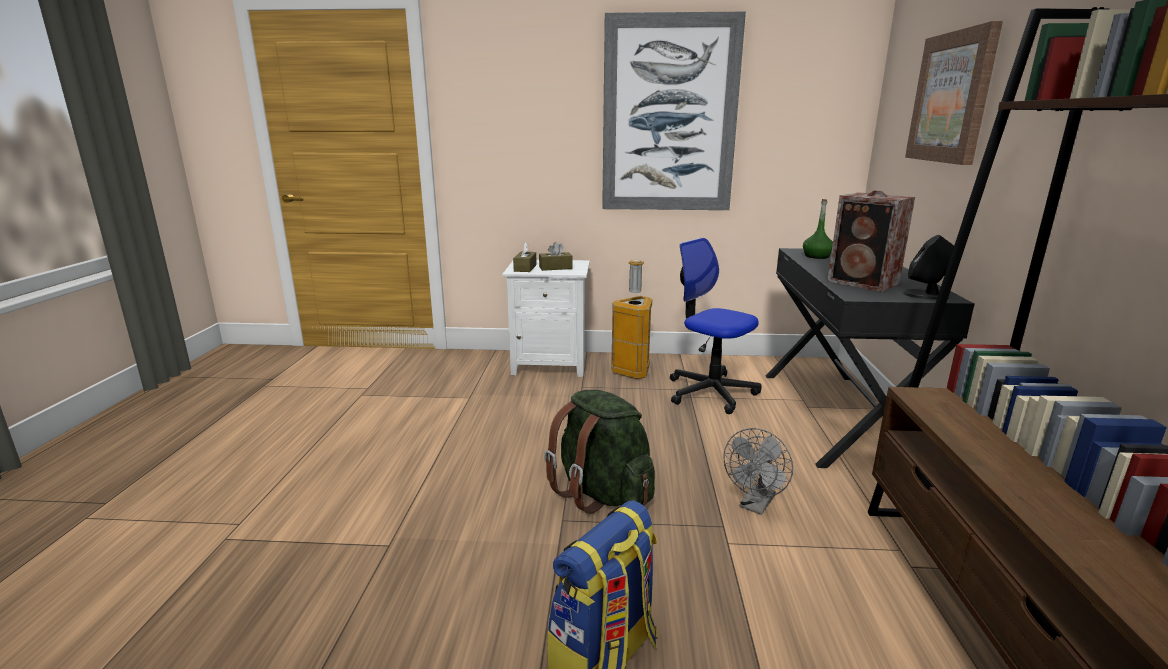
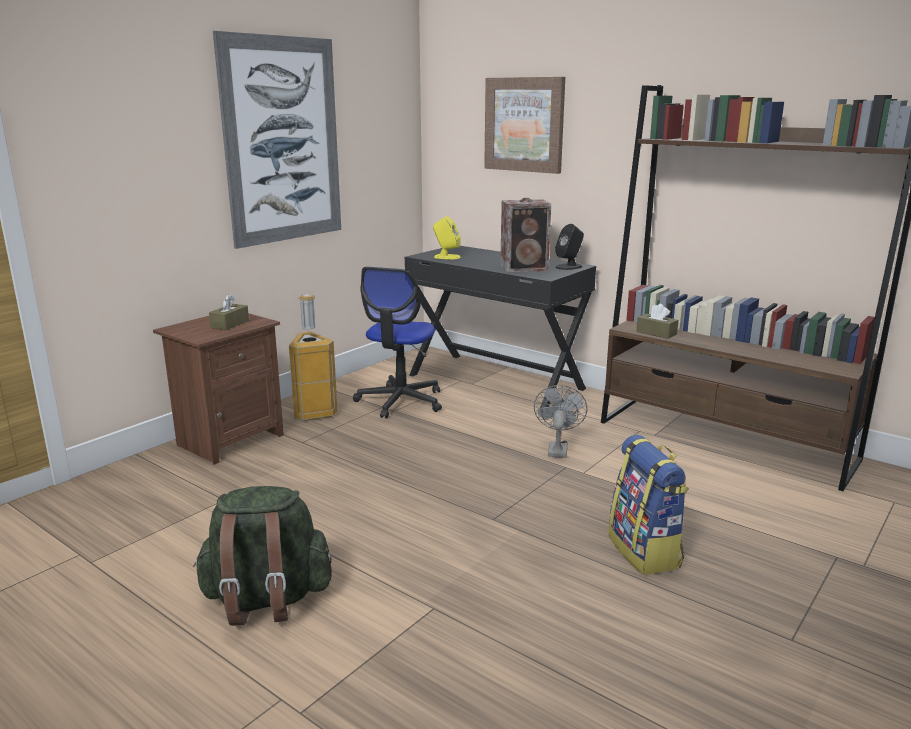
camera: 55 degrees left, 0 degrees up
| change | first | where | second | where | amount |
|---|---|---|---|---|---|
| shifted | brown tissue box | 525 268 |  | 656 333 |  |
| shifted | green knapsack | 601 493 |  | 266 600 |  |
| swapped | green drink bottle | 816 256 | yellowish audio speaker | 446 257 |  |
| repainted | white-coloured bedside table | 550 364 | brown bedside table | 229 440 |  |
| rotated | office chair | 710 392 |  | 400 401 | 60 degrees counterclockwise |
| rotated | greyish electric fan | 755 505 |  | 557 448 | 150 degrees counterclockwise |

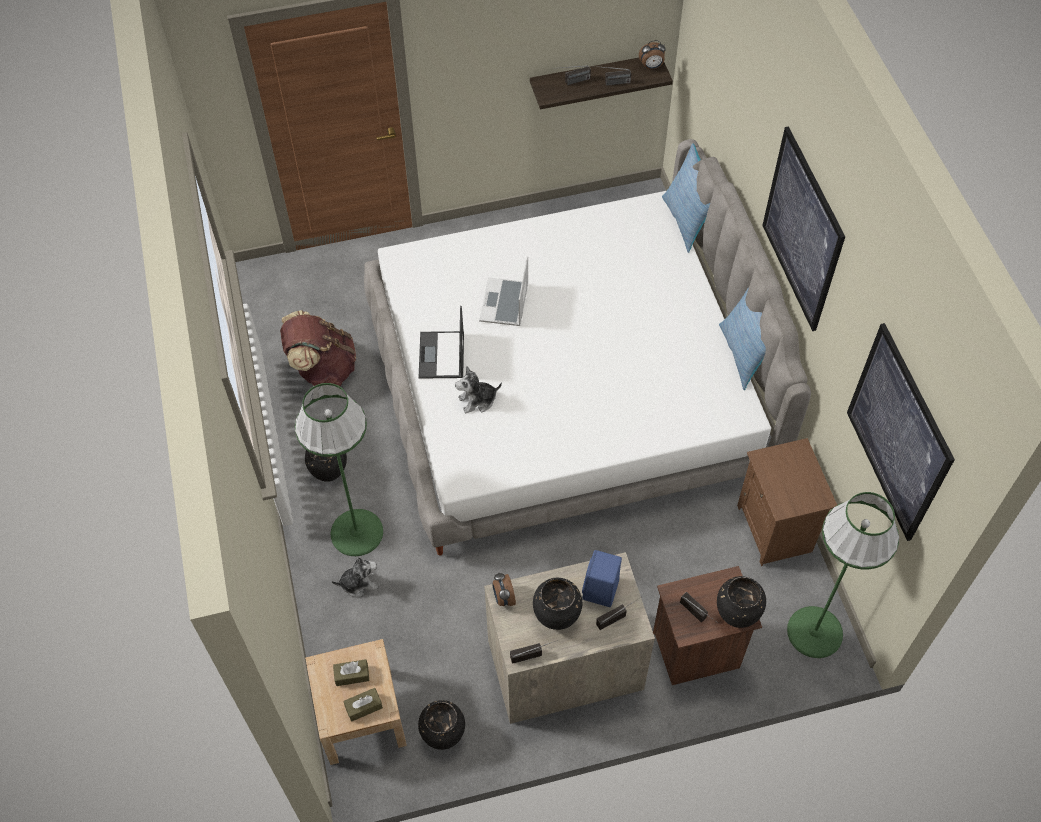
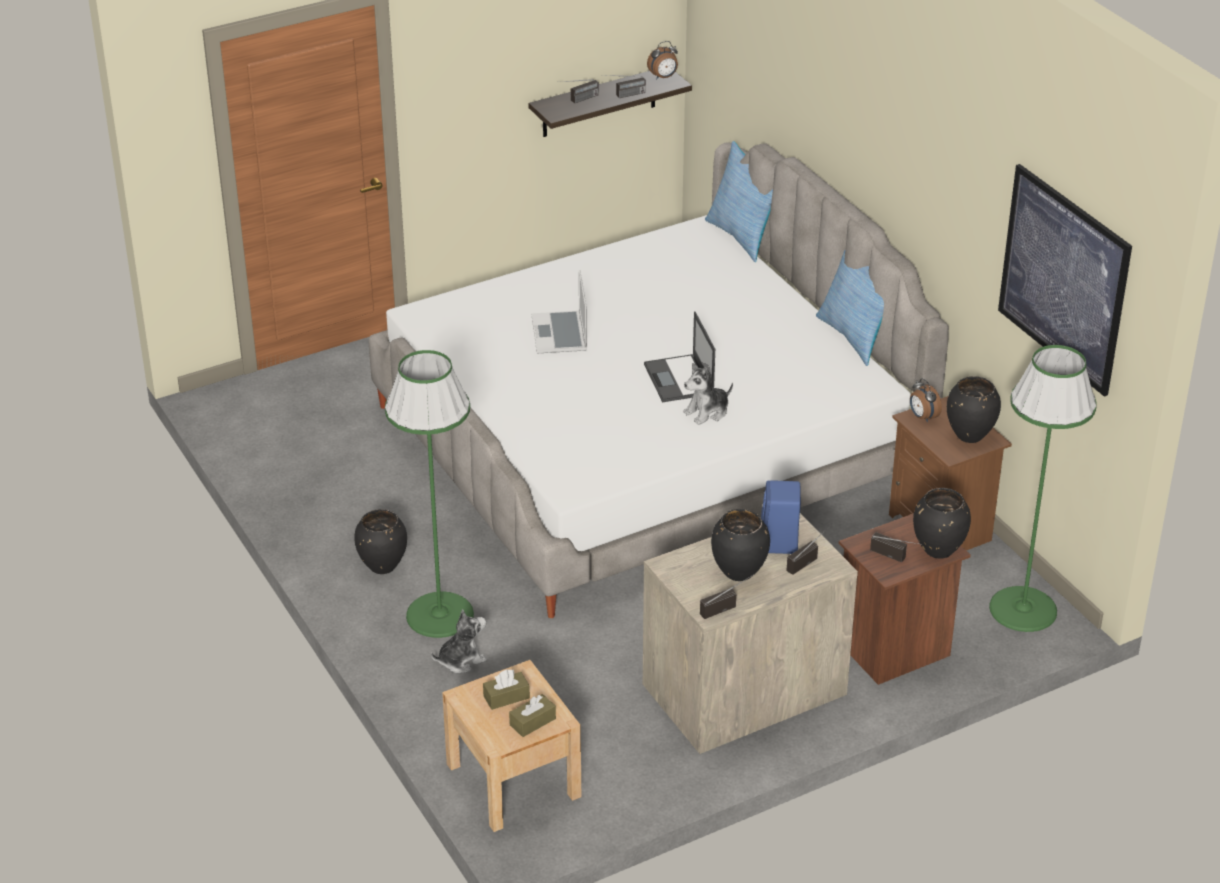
camera: 15 degrees left, 20 degrees down
| change | first | where | second | where | amount |
|---|---|---|---|---|---|
| gone | brown knapsack | 323 369 |  |  |  |
| gone | wall picture | 802 230 |  |  |  |
| shifted | notebook computer | 442 356 |  | 679 379 |  |
| shifted | blackish vase | 442 735 |  | 969 435 |  |
| shifted | plush toy | 478 400 |  | 707 412 |  |
| shifted | bedside clock | 503 598 |  | 922 417 |  |

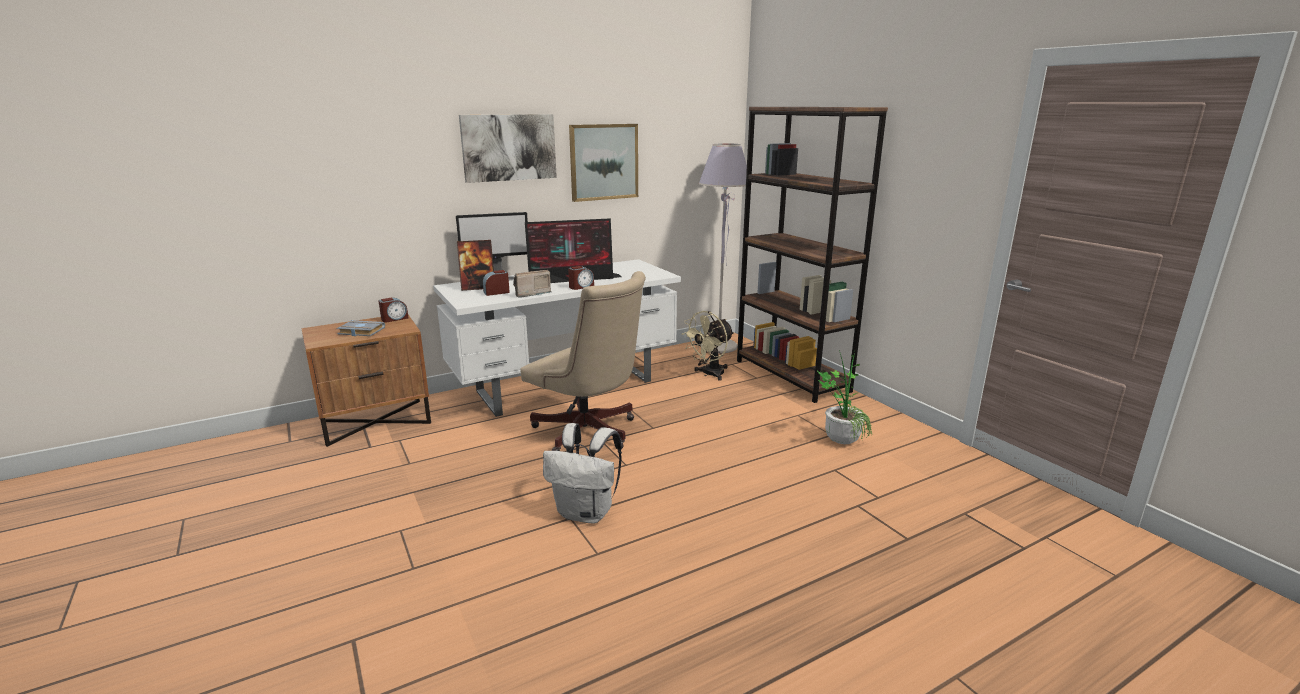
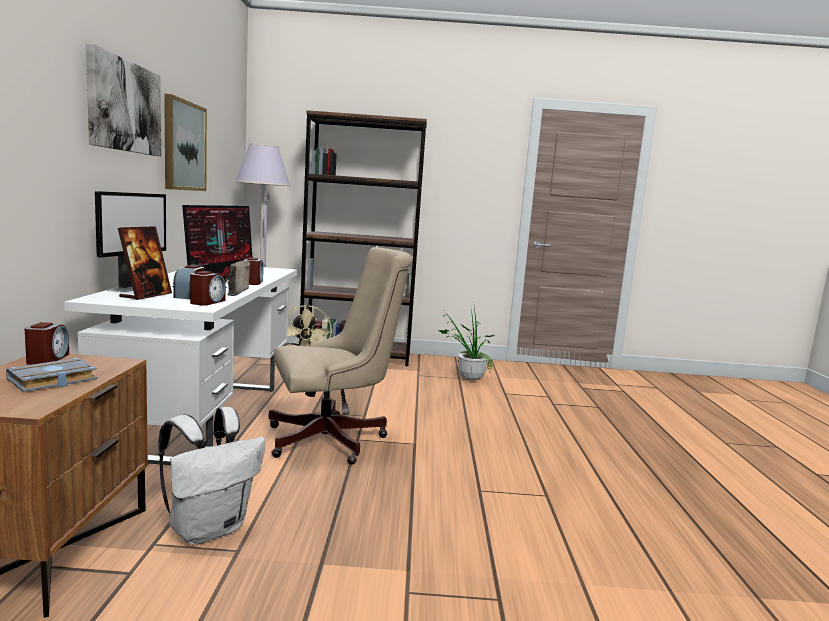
camera: 60 degrees left, 10 degrees down
| change | first | where | second | where | amount |
|---|---|---|---|---|---|
| new |  |  | bedside clock | 207 302 |  |
| shifted | white-coloured knapsack | 586 513 |  | 209 528 |  |

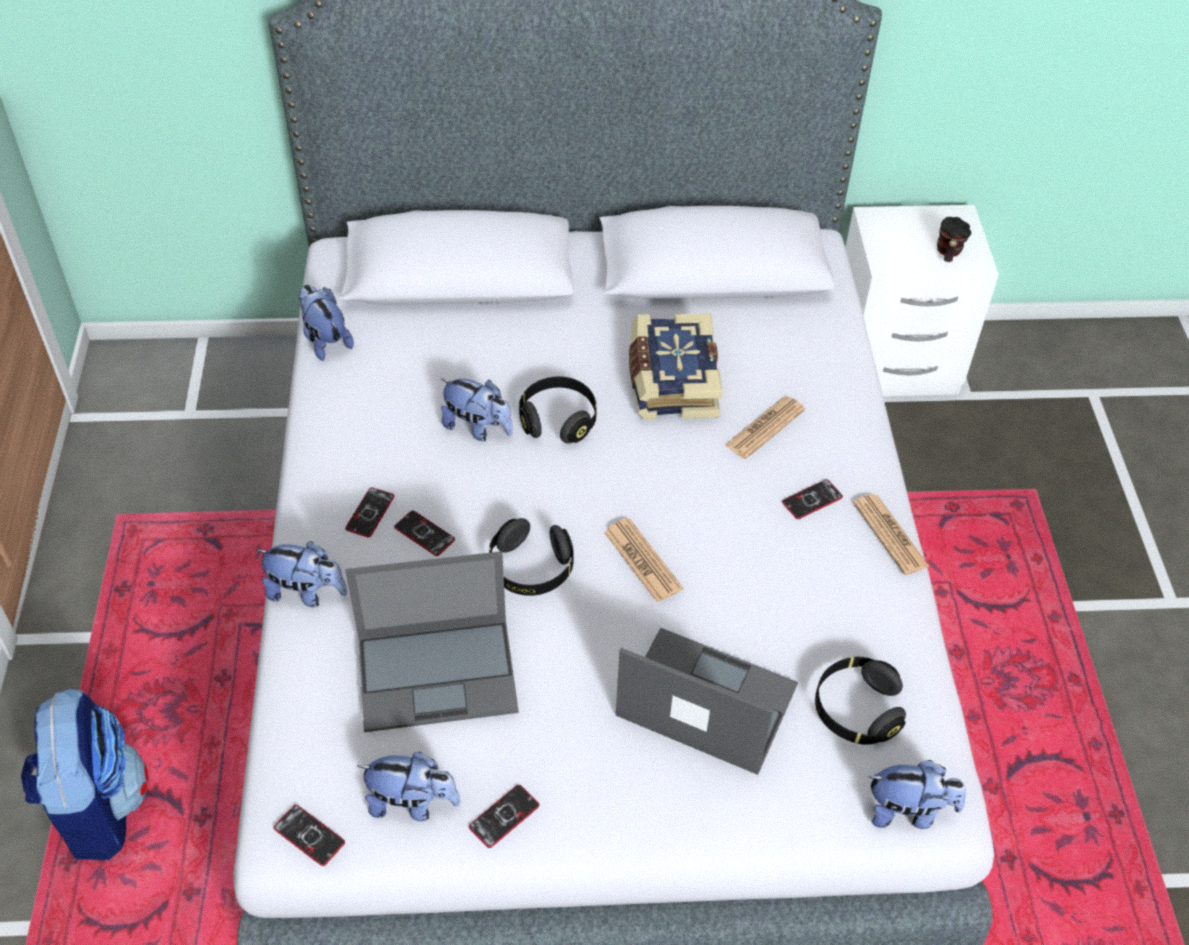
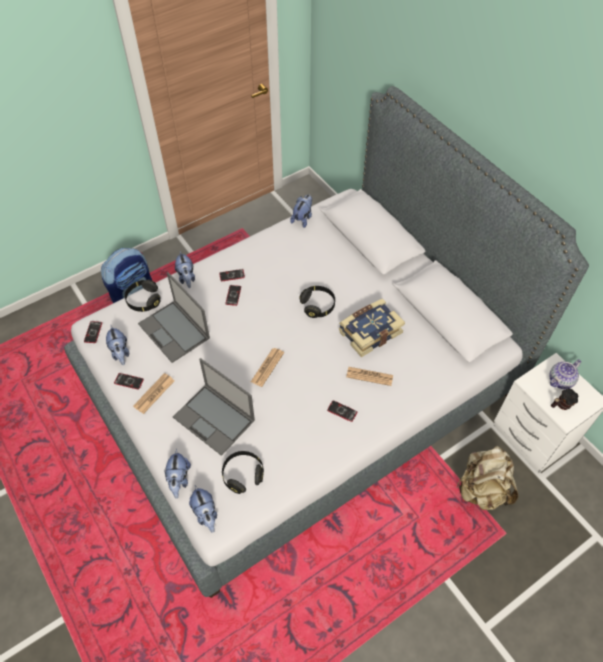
camera: 60 degrees right, 5 degrees up
| change | first | where | second | where | amount |
|---|---|---|---|---|---|
| new |  |  | beige-coloured knapsack | 482 489 |  |
| new |  |  | pot for tea | 560 381 |  |
| shifted | plush toy | 478 428 |  | 179 480 |  |
| shifted | blackish pair of headphones | 531 569 |  | 143 300 |  |
| shifted | daily paper | 890 534 |  | 154 393 |  |
| rotated | notebook computer | 704 700 |  | 215 419 | 135 degrees clockwise |

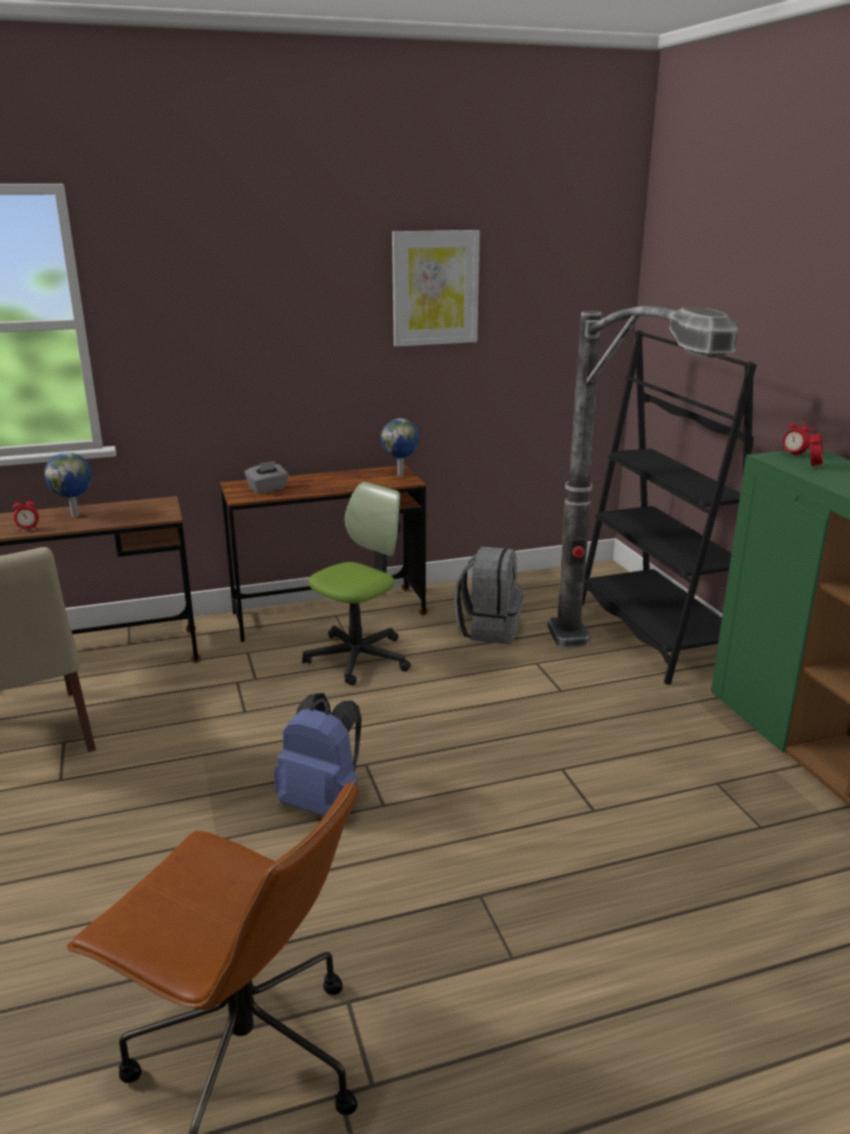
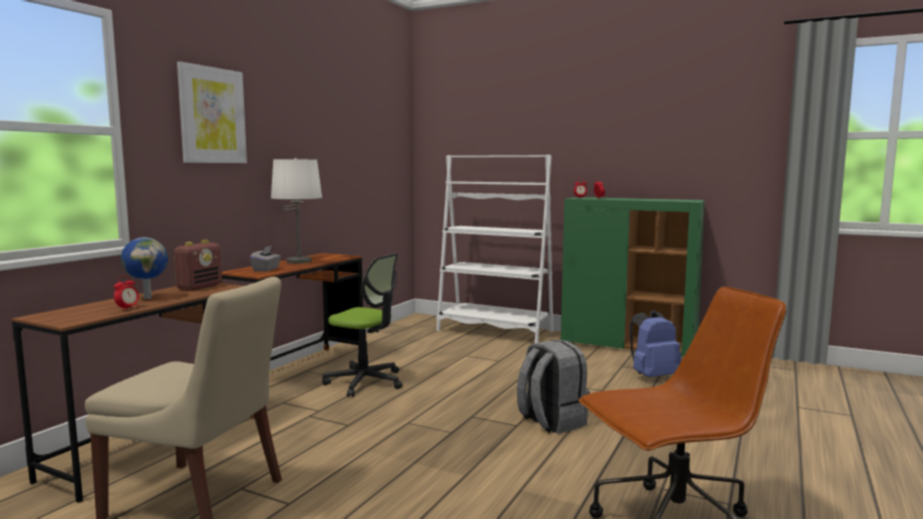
camera: 45 degrees left, 15 degrees down
| change | first | where | second | where | amount |
|---|---|---|---|---|---|
| gone | desk globe | 401 474 |  |  |  |
| gone | standard lamp | 603 699 |  |  |  |
| new |  |  | radio | 200 287 |  |
| new |  |  | white-coloured tabletop lamp | 299 261 |  |
| shifted | bluish knapsack | 324 803 |  | 652 376 |  |
| shifted | wall picture | 435 288 |  | 212 115 |  |
| shifted | greyish knapsack | 489 629 |  | 551 421 |  |
| repainted | blackish shelving unit | 656 634 | white-coloured shelving unit | 495 331 |  |
| rotated | office chair | 358 658 |  | 365 382 | 120 degrees clockwise |

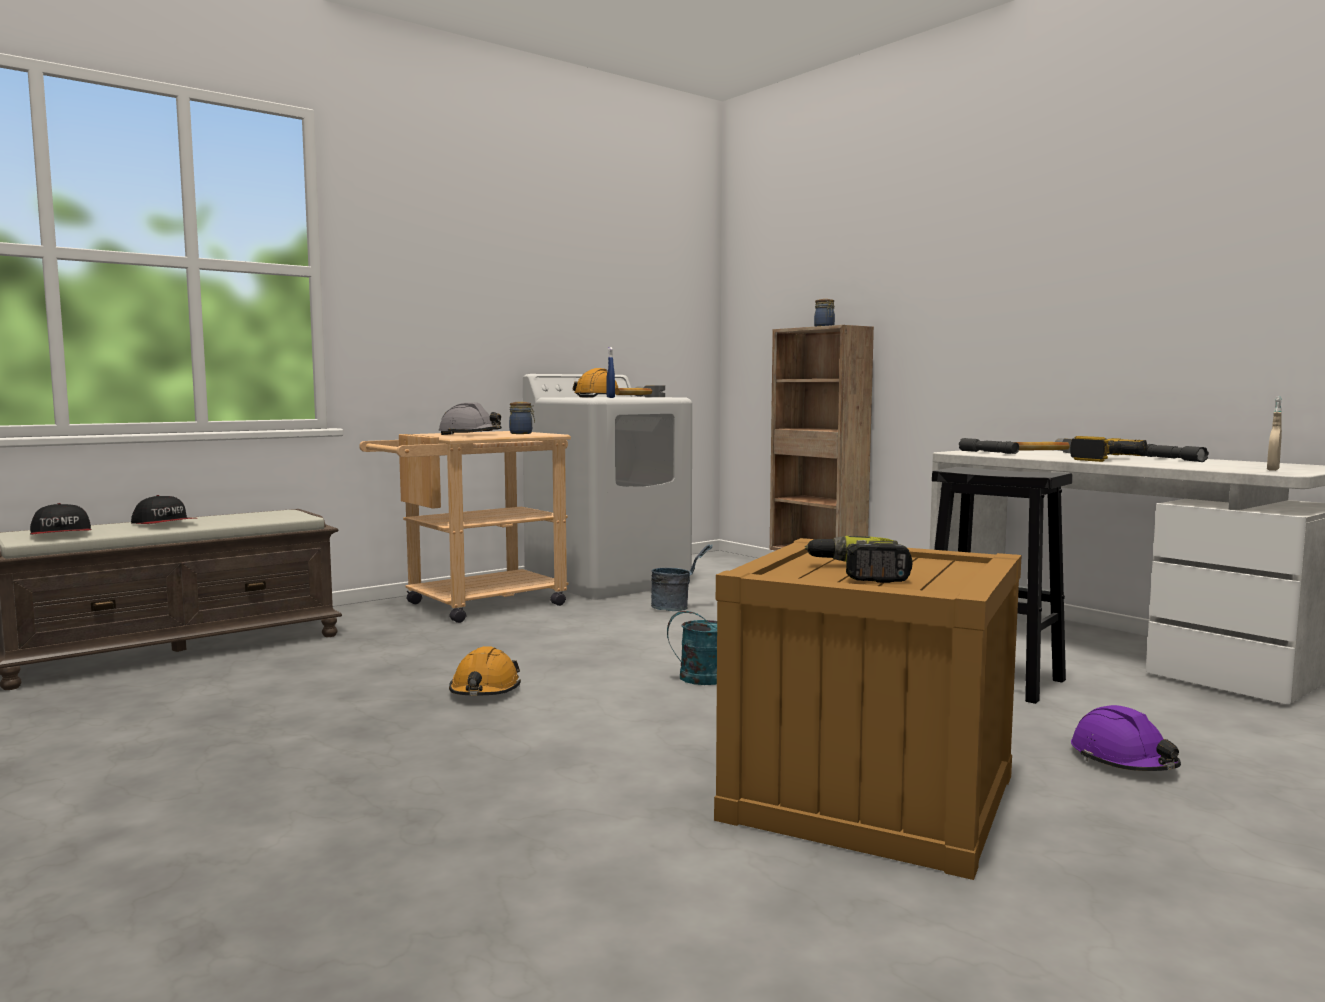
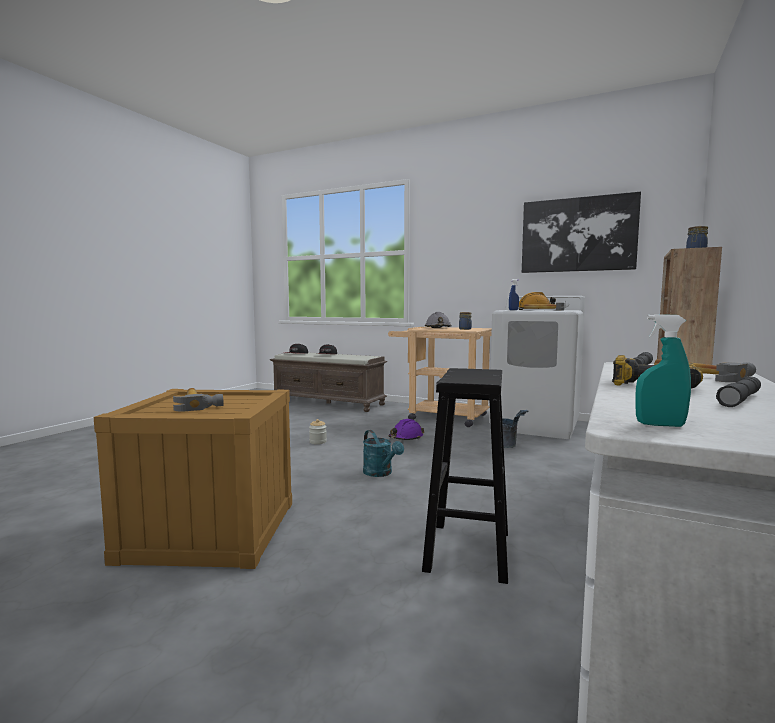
camera: 65 degrees right, 0 degrees up
| change | first | where | second | where | amount |
|---|---|---|---|---|---|
| new |  |  | wall picture | 578 234 |  |
| shifted | purple-coloured work helmet | 1123 760 |  | 406 438 |  |
| swapped | orange work helmet | 485 691 | preserve jar | 318 442 |  |
| swapped | electric drill | 858 573 | hand hammer | 197 403 |  |
| repainted | beige-coloured spray bottle | 1272 470 | blue-green spray bottle | 660 425 |  |

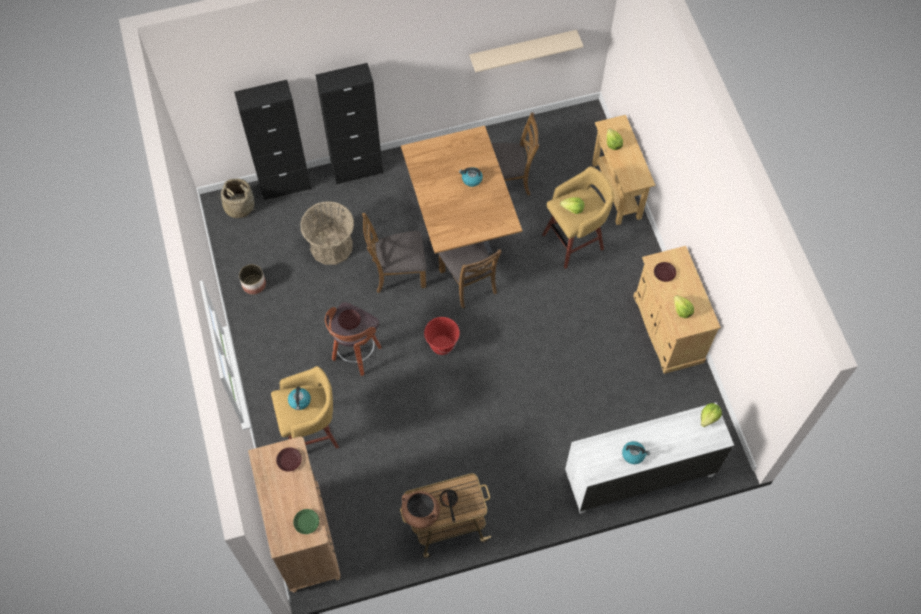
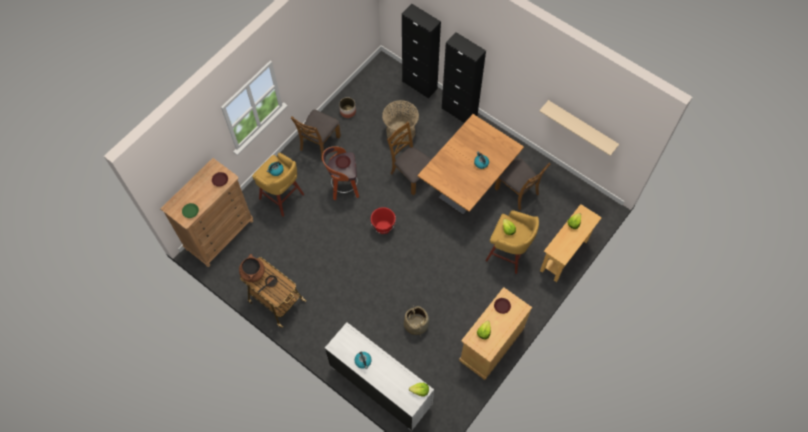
camera: 55 degrees right, 0 degrees up
| change | first | where | second | where | amount |
|---|---|---|---|---|---|
| shifted | household basket | 239 206 |  | 416 324 |  |
| shifted | brown plain chair | 469 281 |  | 319 143 |  |

